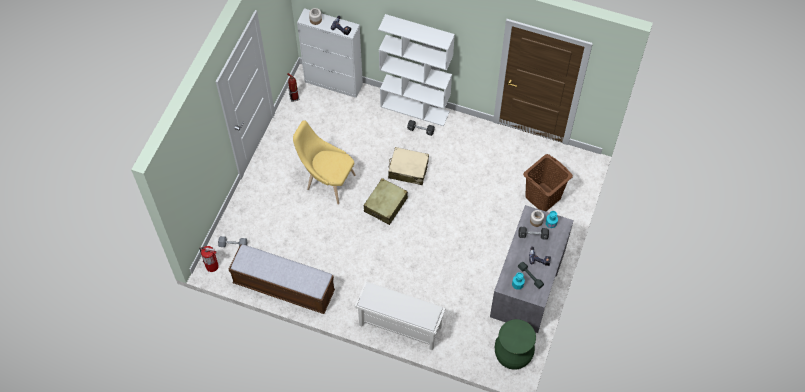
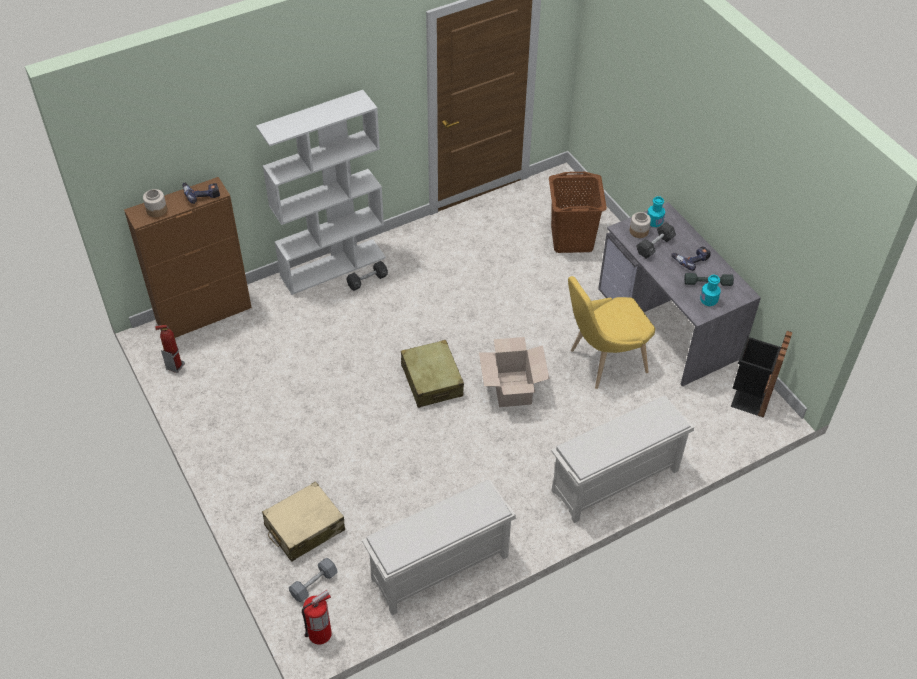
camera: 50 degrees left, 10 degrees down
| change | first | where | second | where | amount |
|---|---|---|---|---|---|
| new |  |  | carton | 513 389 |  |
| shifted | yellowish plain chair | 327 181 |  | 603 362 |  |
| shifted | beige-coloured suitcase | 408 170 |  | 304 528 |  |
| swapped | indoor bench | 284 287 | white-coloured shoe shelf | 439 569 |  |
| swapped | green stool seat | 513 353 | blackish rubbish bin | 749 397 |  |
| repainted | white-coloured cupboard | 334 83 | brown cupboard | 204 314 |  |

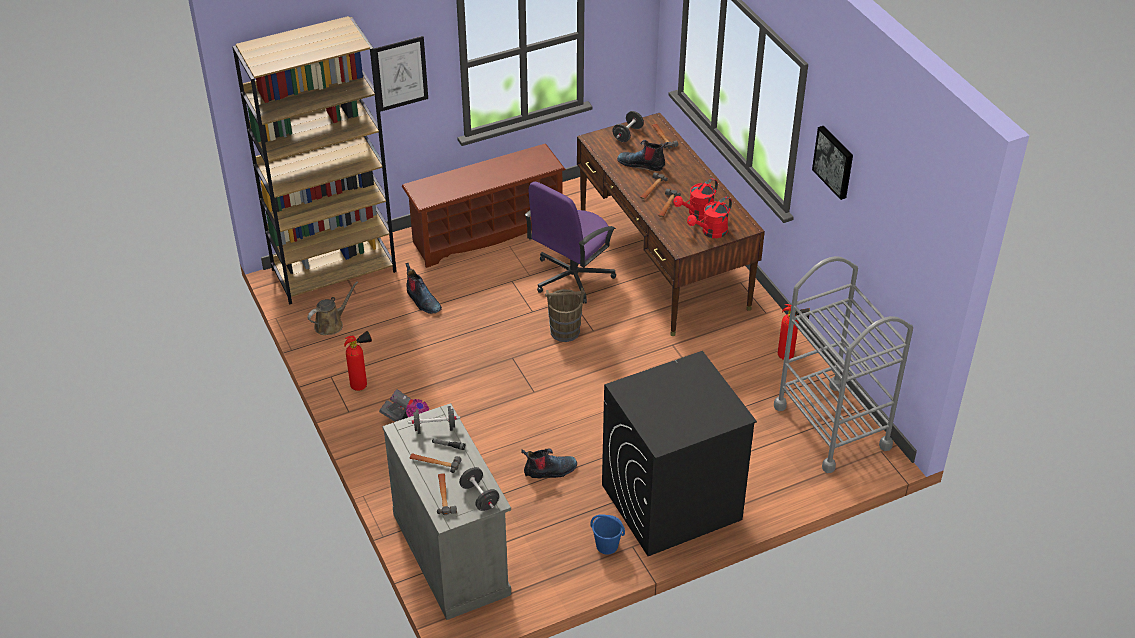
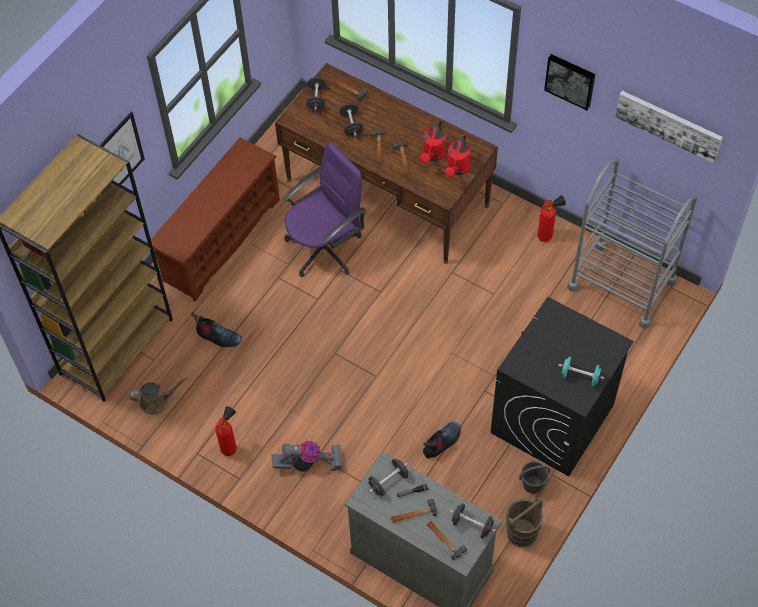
camera: 30 degrees left, 15 degrees up
| change | first | where | second | where | amount |
|---|---|---|---|---|---|
| new |  |  | blue-green hand weight | 580 377 |  |
| new |  |  | wall picture | 669 125 |  |
| shifted | brown pail | 565 331 |  | 522 532 |  |
| swapped | high-top boot | 642 164 | blackish hand weight | 351 126 |  |
| repainted | bluish pail | 606 545 | greyish pail | 532 484 |  |
| rotated | brown watering can | 331 324 |  | 157 402 | 60 degrees clockwise |
| rotated | purple-coloured office chair | 571 277 |  | 325 248 | 135 degrees counterclockwise |

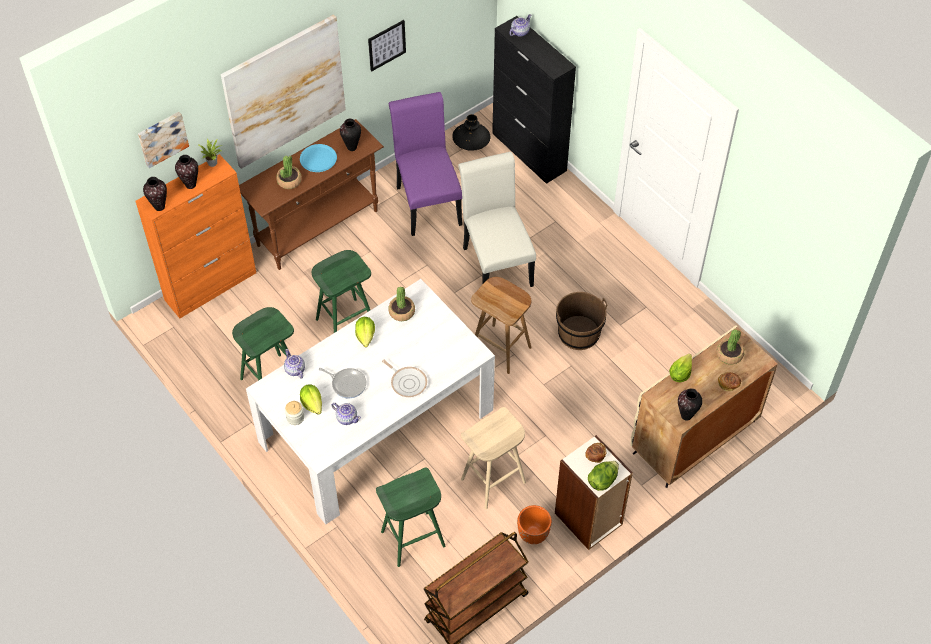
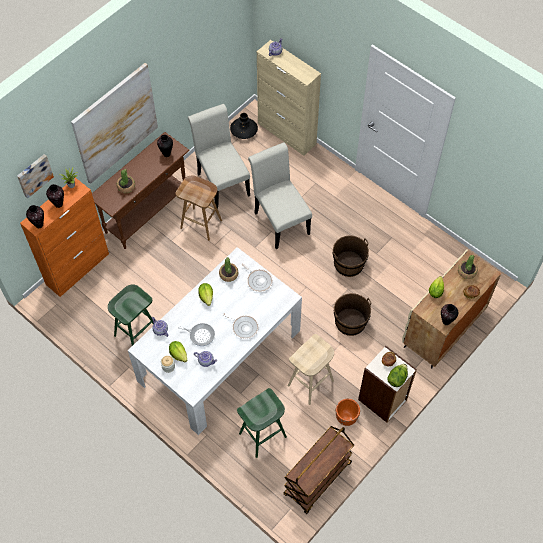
camera: 10 degrees left, 5 degrees up
| change | first | where | second | where | amount |
|---|---|---|---|---|---|
| gone | bluish flat dish | 318 159 |  |  |  |
| gone | green stool seat | 346 321 |  |  |  |
| gone | wall picture | 386 45 |  |  |  |
| new |  |  | frying pan | 258 280 |  |
| new |  |  | brown pail | 350 322 |  |
| shifted | brown stool seat | 501 349 |  | 202 224 |  |
| repainted | purple-coloured plain chair | 427 201 | white-coloured plain chair | 221 181 |  |
| repainted | blackish cupboard | 529 152 | beige-coloured cupboard | 287 134 |  |

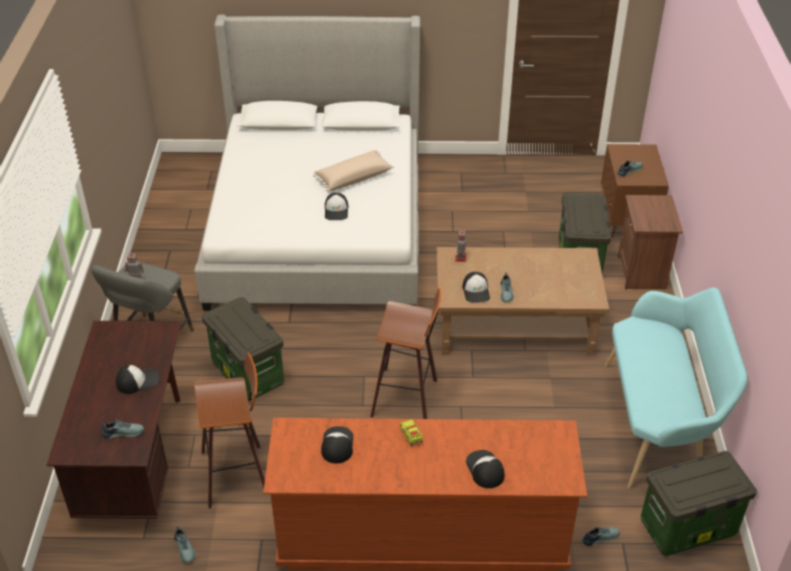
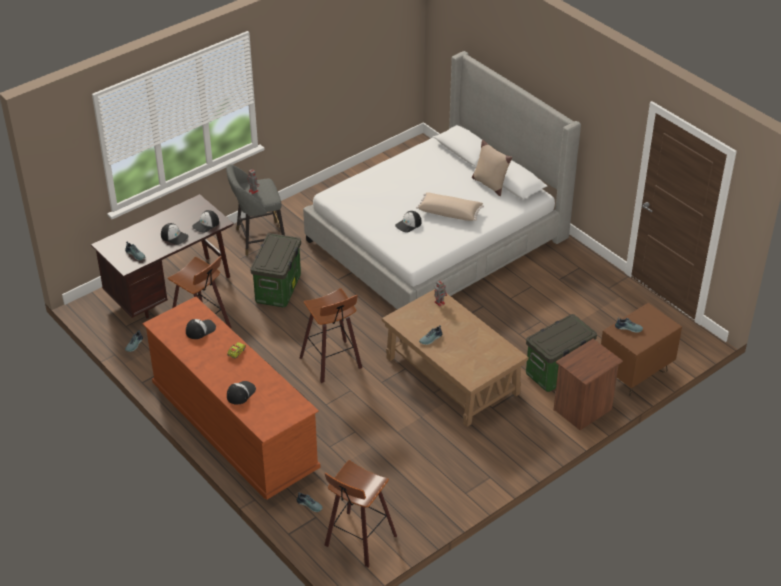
camera: 50 degrees right, 0 degrees up
| change | first | where | second | where | amount |
|---|---|---|---|---|---|
| gone | blue-green indoor bench | 658 424 |  |  |  |
| new |  |  | beige-coloured throw pillow | 489 184 |  |
| shifted | peaked cap | 476 291 |  | 206 224 |  |
| swapped | storage container | 687 528 | stool seat | 358 541 |  |

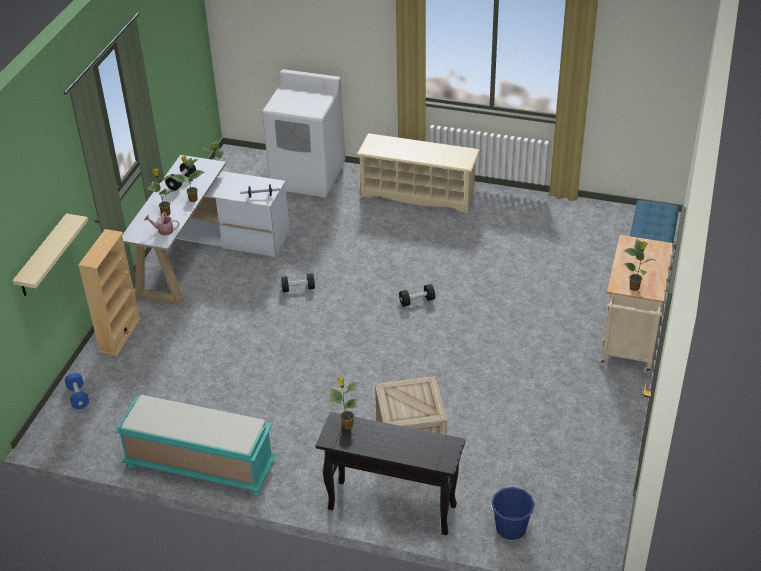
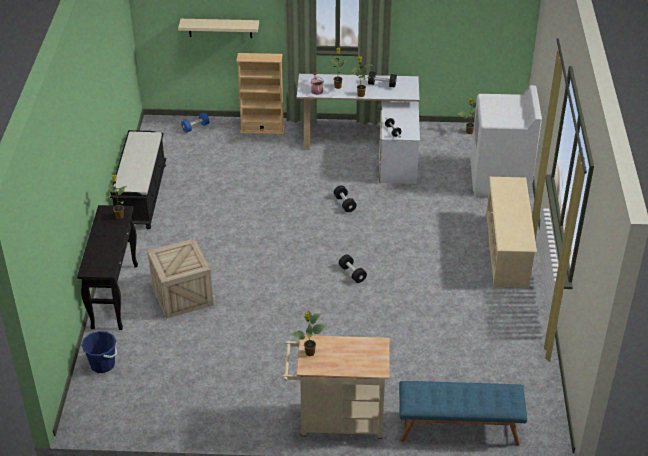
camera: 75 degrees right, 0 degrees up
| change | first | where | second | where | amount |
|---|---|---|---|---|---|
| repainted | blue-green indoor bench | 199 465 | blackish indoor bench | 141 195 |  |

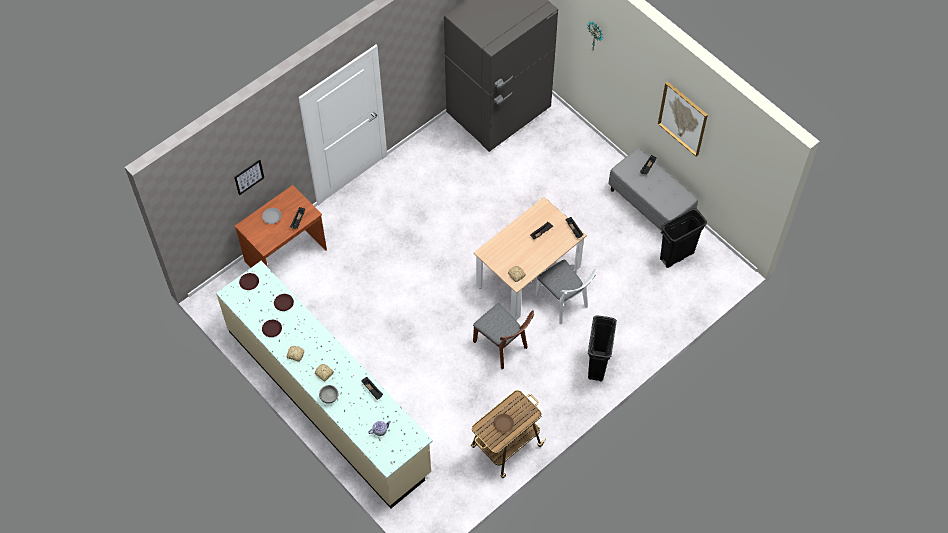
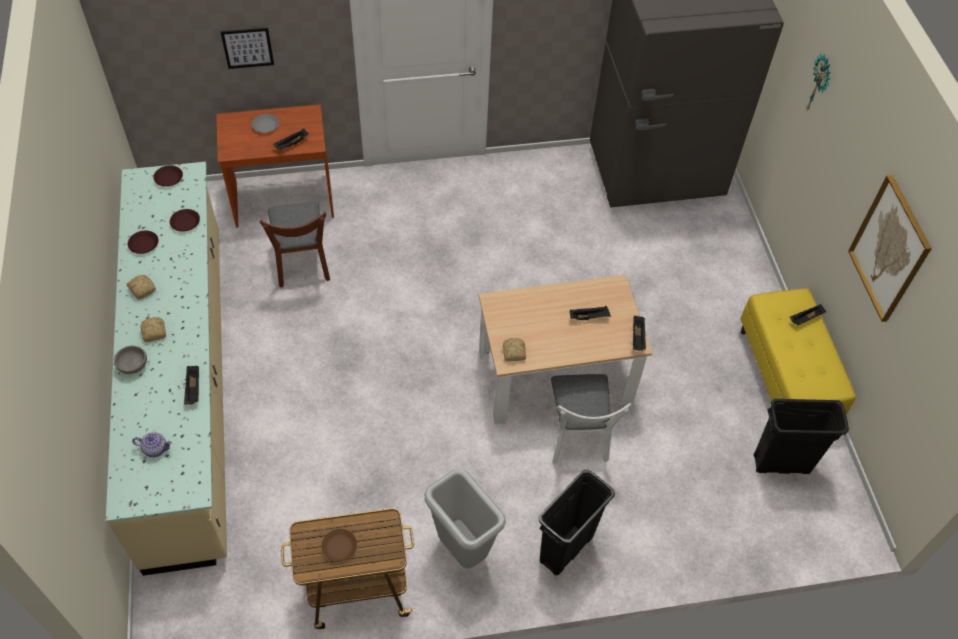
camera: 30 degrees right, 5 degrees down
| change | first | where | second | where | amount |
|---|---|---|---|---|---|
| new |  |  | greyish rubbish bin | 461 550 |  |
| shifted | brown plain chair | 503 347 |  | 302 265 |  |
| repainted | greyish indoor bench | 650 205 | yellowish indoor bench | 785 378 |  |

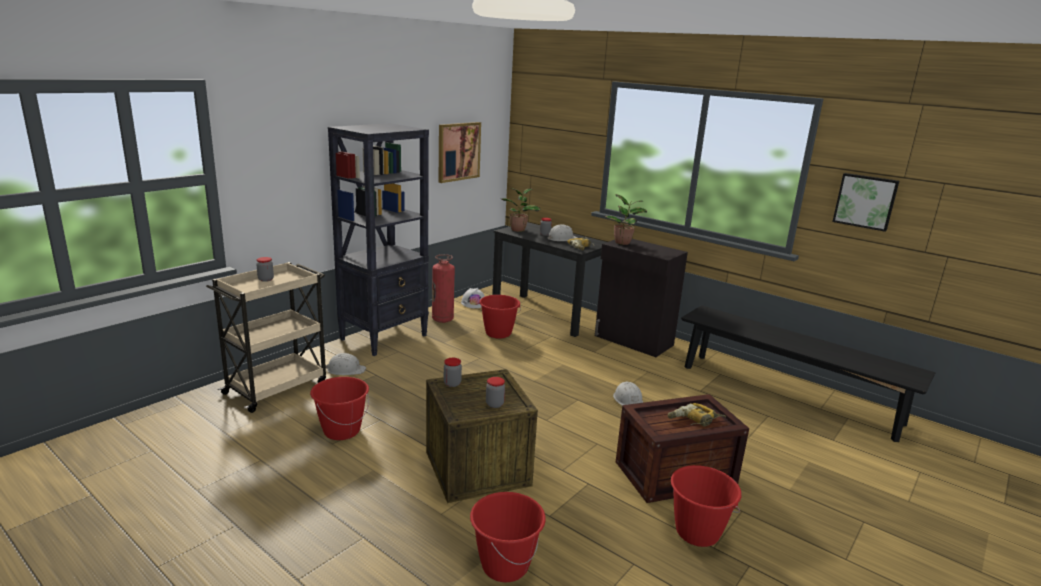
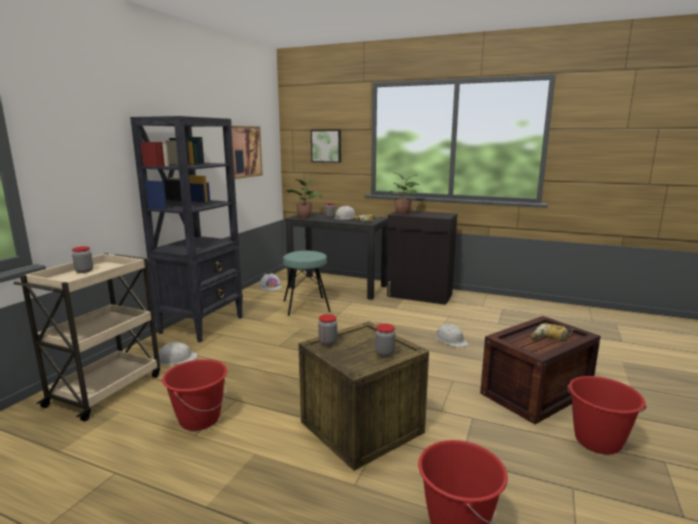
camera: 15 degrees left, 5 degrees down
| change | first | where | second | where | amount |
|---|---|---|---|---|---|
| gone | extinguisher | 442 319 |  |  |  |
| gone | blackish indoor bench | 787 394 |  |  |  |
| shifted | wall picture | 865 201 |  | 326 146 |  |
| swapped | reddish pail | 498 333 | blue-green stool seat | 306 306 |  |

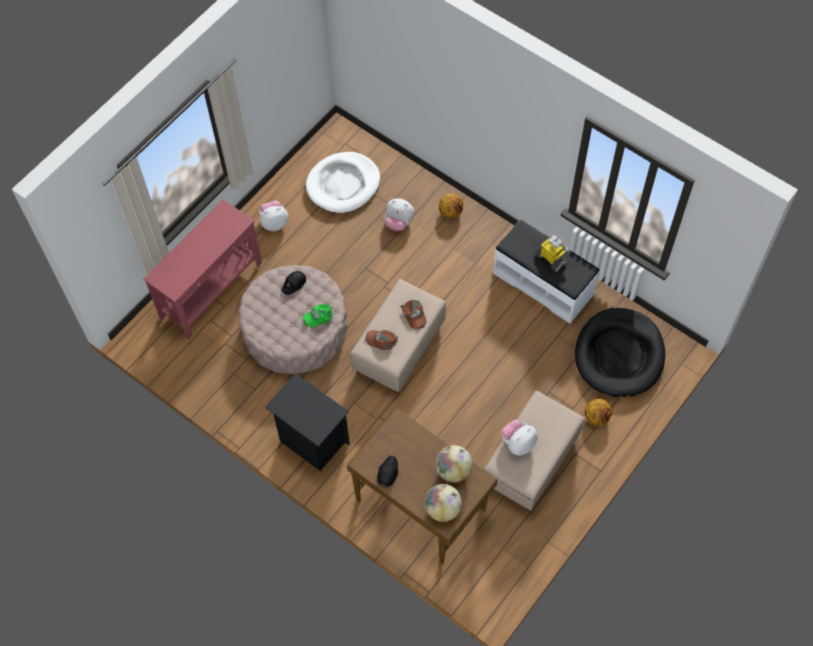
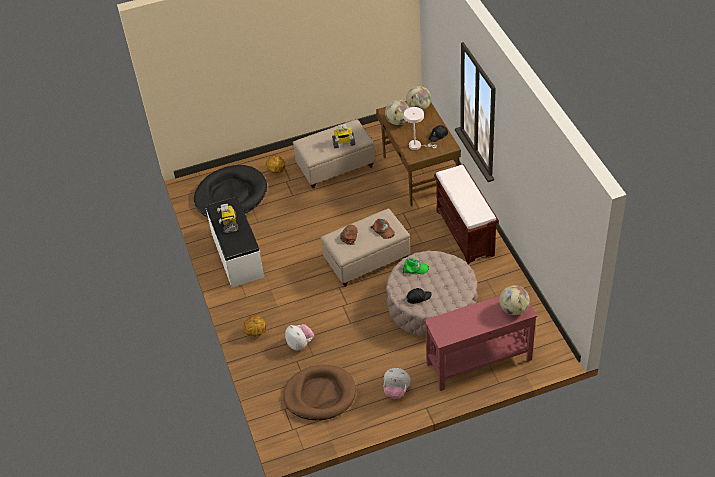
camera: 145 degrees left, 15 degrees down
| change | first | where | second | where | amount |
|---|---|---|---|---|---|
| new |  |  | white-coloured tabletop lamp | 417 145 |  |
| new |  |  | desk globe | 513 309 |  |
| swapped | blackish bedside table | 312 441 | brown indoor bench | 465 233 |  |
| swapped | plush toy | 518 443 | toy robot | 343 143 |  |
| repainted | white-coloured dog bed | 343 184 | brown dog bed | 320 394 |  |

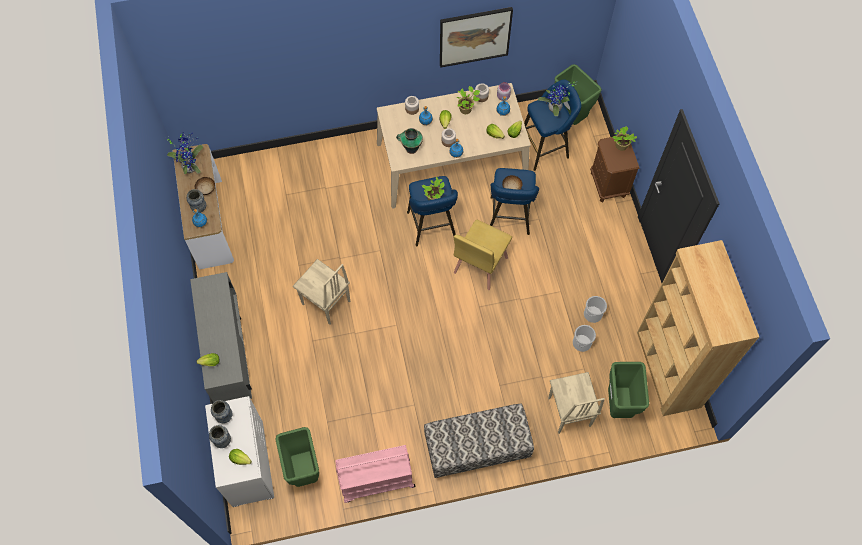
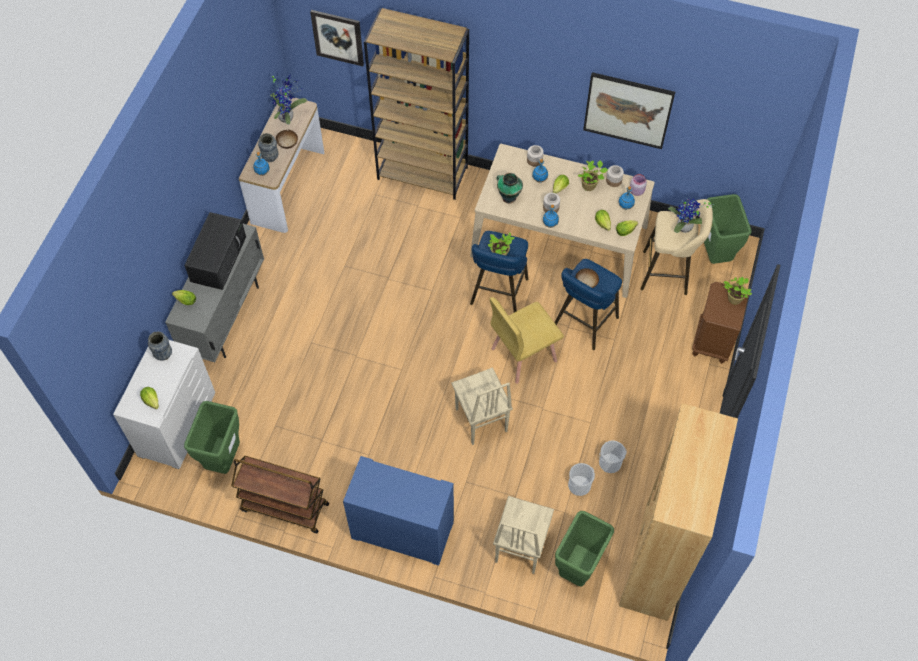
camera: 30 degrees right, 5 degrees down
| change | first | where | second | where | amount |
|---|---|---|---|---|---|
| gone | vase | 223 441 |  |  |  |
| new |  |  | blackish microwave oven | 218 258 |  |
| new |  |  | wall picture | 338 37 |  |
| new |  |  | brown shelving unit | 423 173 |  |
| shifted | beige-coloured plain chair | 326 303 |  | 480 421 |  |
| swapped | indoor bench | 476 448 | bluish dresser | 402 531 |  |
| repainted | pinkish wheeled cart | 376 481 | brown wheeled cart | 284 507 |  |
| repainted | bluish stool seat | 546 147 | beige-coloured stool seat | 668 273 |  |

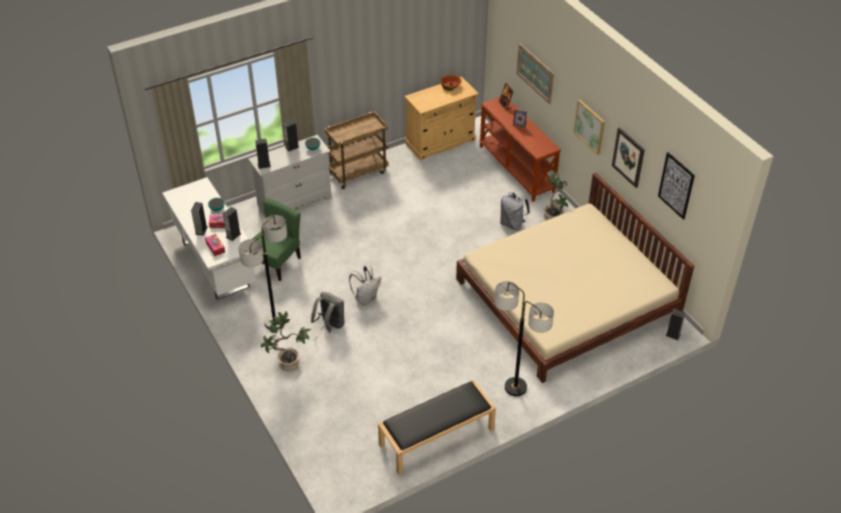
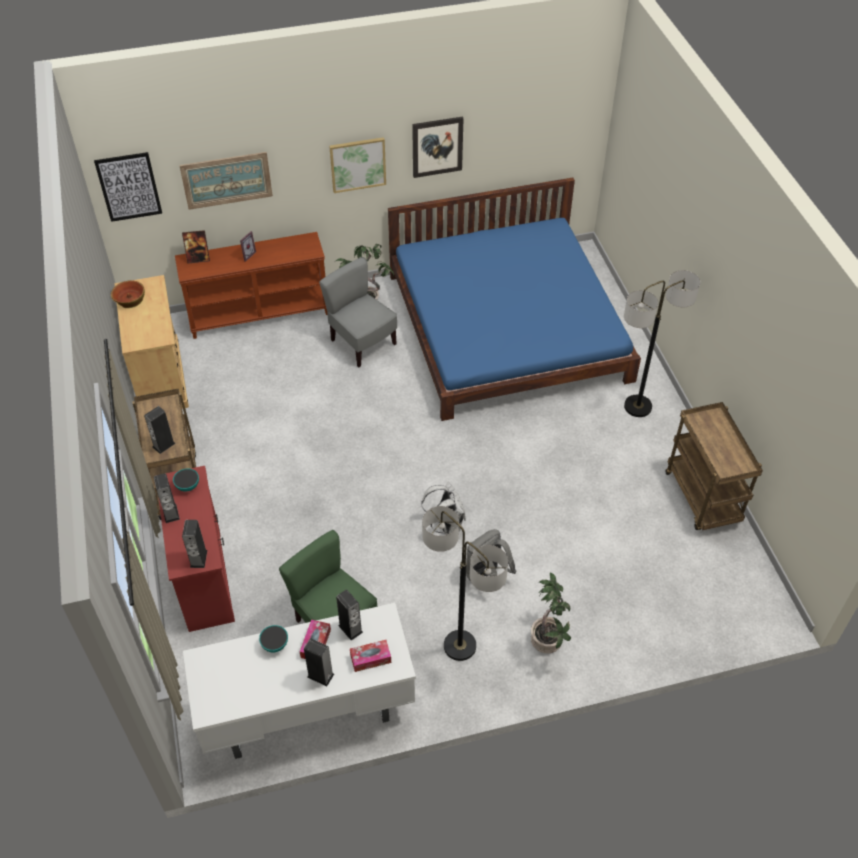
camera: 75 degrees left, 5 degrees up
| change | first | where | second | where | amount |
|---|---|---|---|---|---|
| shifted | wall picture | 676 185 |  | 129 187 |  |
| shifted | audio speaker | 673 335 |  | 163 445 |  |
| swapped | blackish indoor bench | 436 437 | brown wheeled cart | 703 498 |  |
| swapped | greyish knapsack | 512 224 | greyish plain chair | 362 343 |  |
| repainted | white-coloured dresser | 295 201 | reddish dresser | 204 577 |  |
| repainted | beige-coloured sleeping bed | 567 297 | bluish sleeping bed | 507 326 |  |

